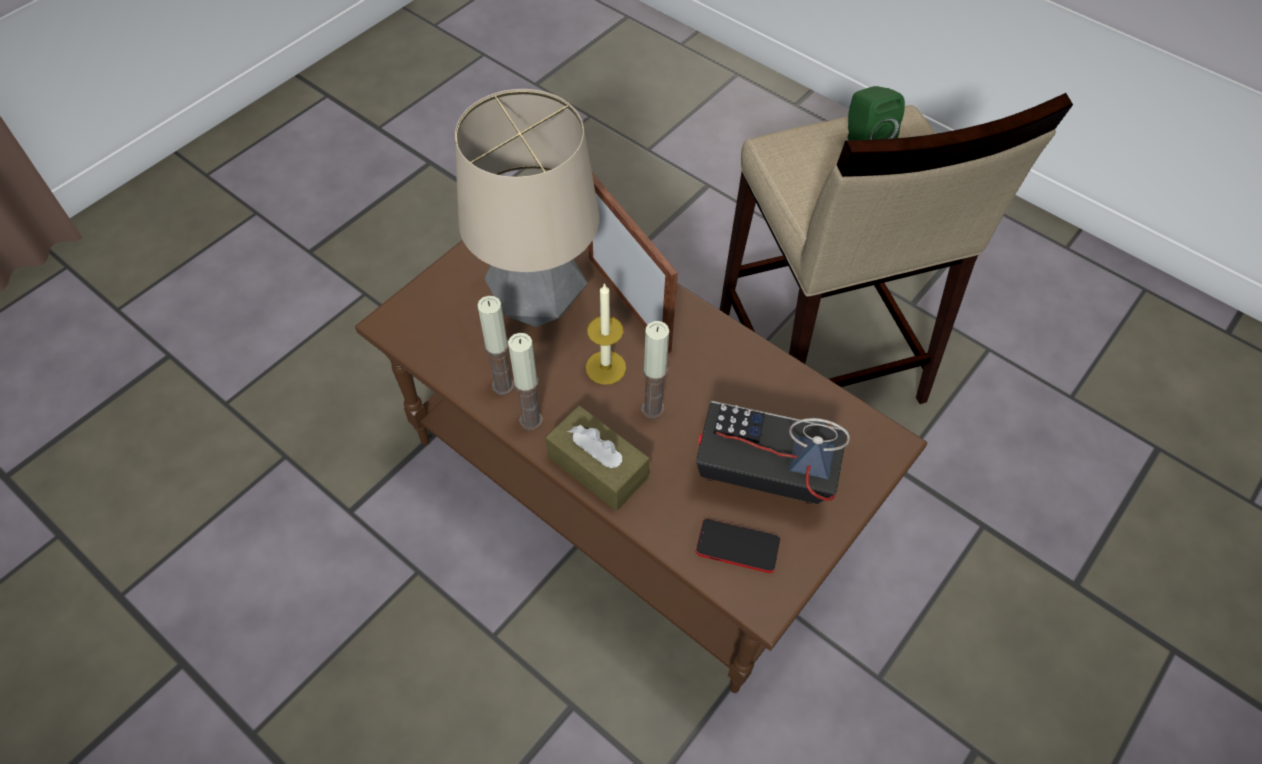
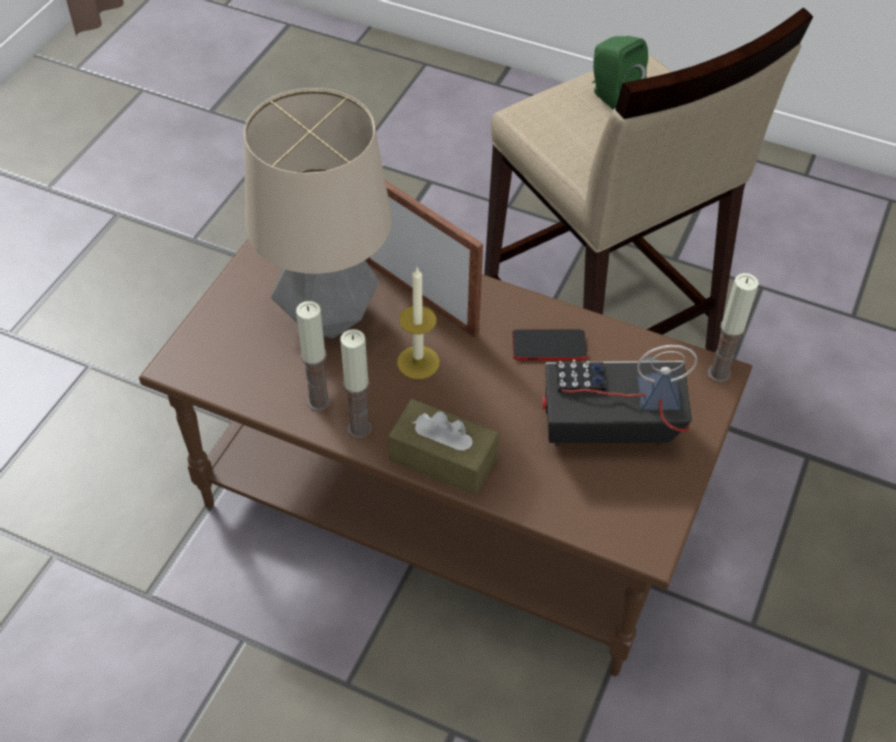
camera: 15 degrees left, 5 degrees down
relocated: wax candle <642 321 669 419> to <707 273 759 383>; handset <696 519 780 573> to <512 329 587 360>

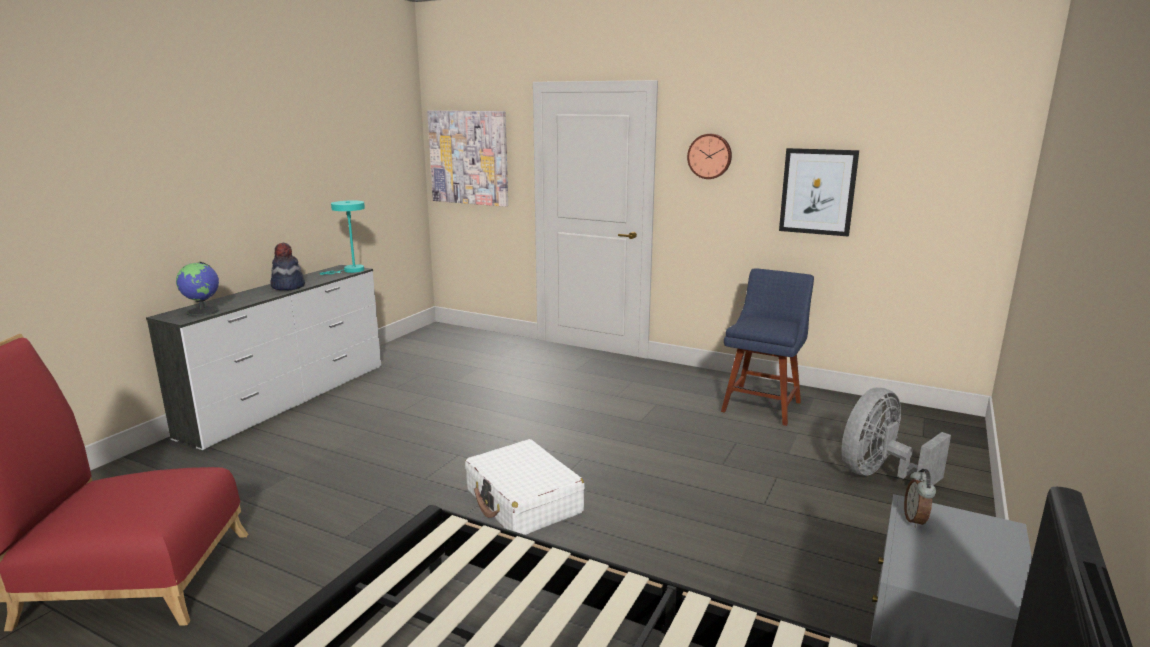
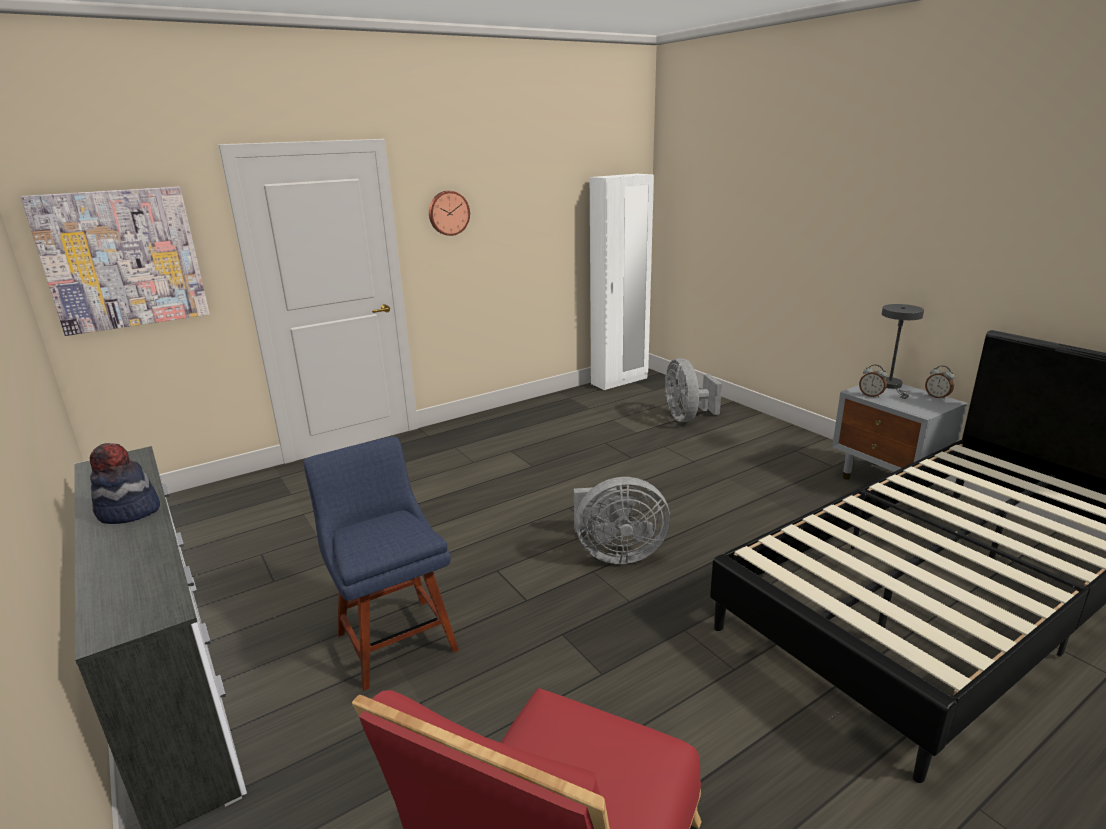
camera: 60 degrees left, 5 degrees up
missing: wall picture <779 148 859 236>; blue-green table lamp <319 200 365 275>; globe <176 262 219 316>
appeared: white-coloured wardrobe <590 174 654 390>; gray table lamp <882 304 924 399>; bedside clock <925 366 955 400>
relocated: blue chair <721 268 814 426> to <303 436 459 691>
exchanged: white-coloured travel case <465 439 585 535> to gray electric fan <574 477 670 564>

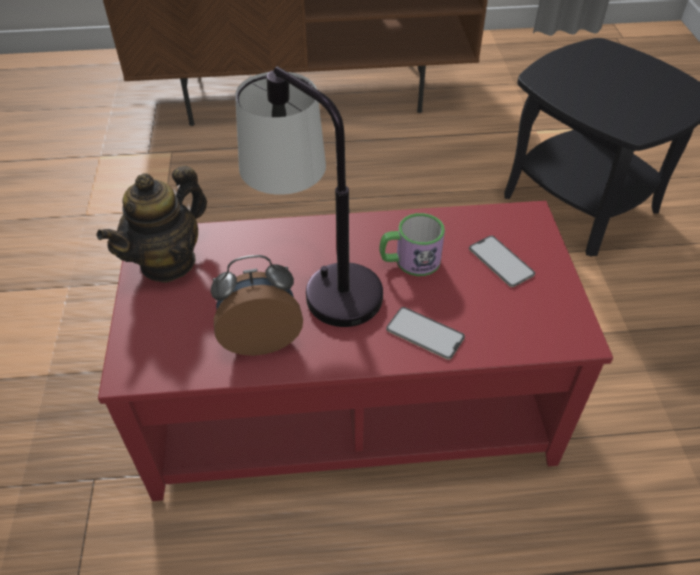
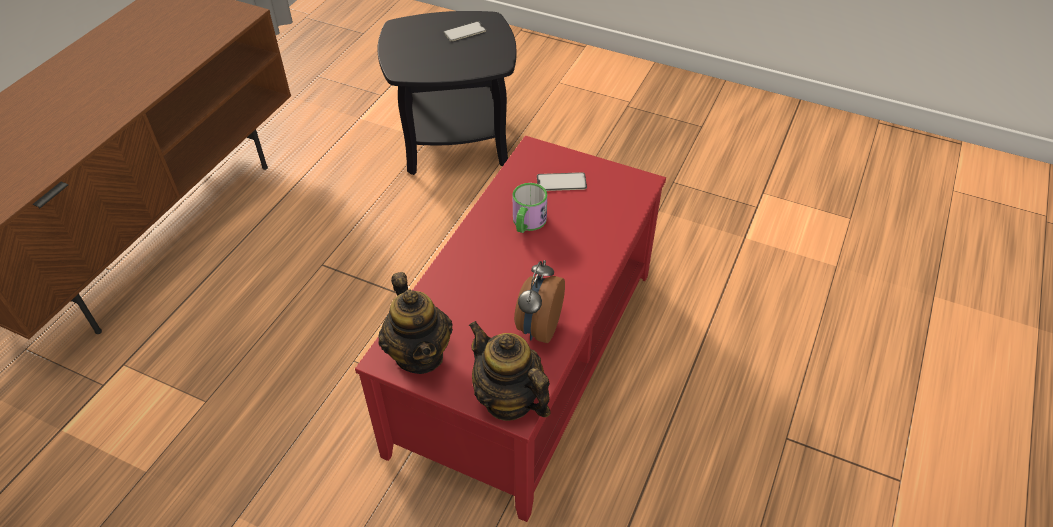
camera: 60 degrees left, 0 degrees up
missing: table lamp <235 66 383 327>
appeared: teapot <468 321 551 421>
relocated: handset <386 307 465 360> to <443 21 486 41>

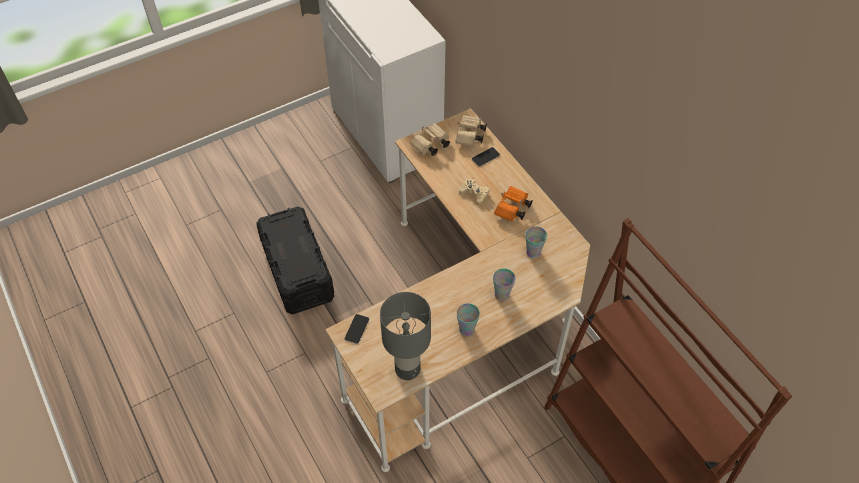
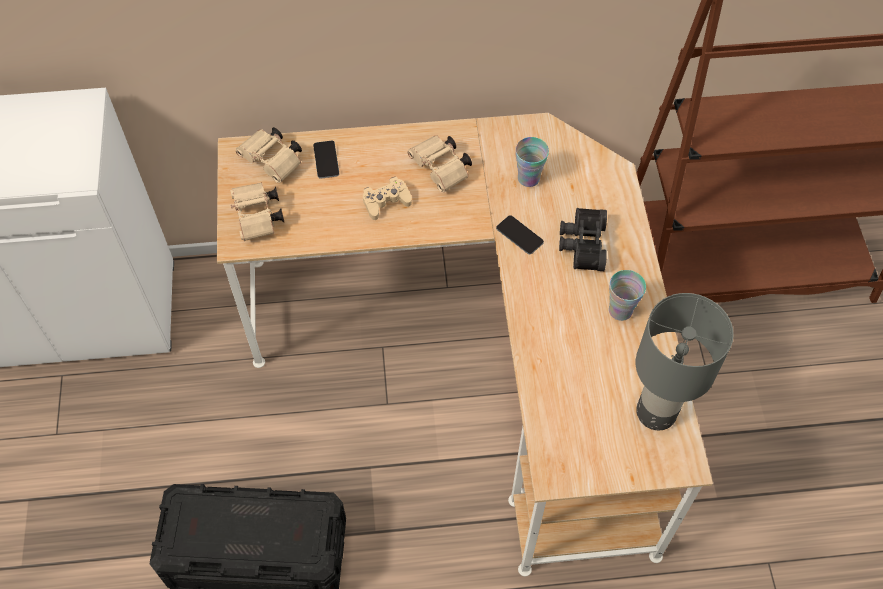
camera: 65 degrees left, 5 degrees up
relocated: handset <345 314 369 344> to <496 215 544 254>
exchanged: small cup <493 268 516 301> to blackish pair of binoculars <559 208 607 271>
colour: orangey pair of binoculars <494 186 533 221> to beige pair of binoculars <407 136 472 193>

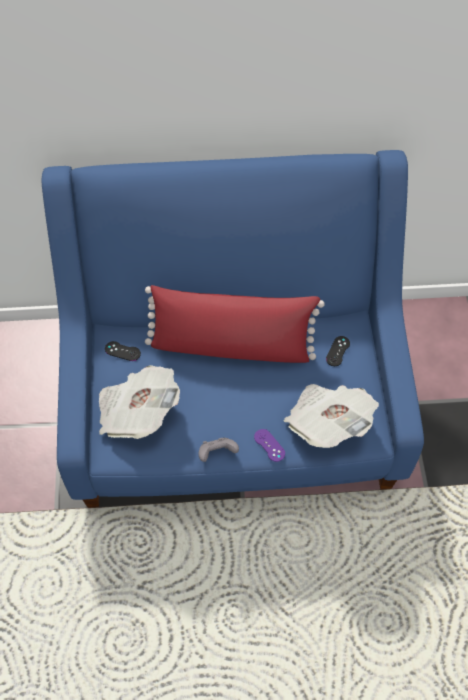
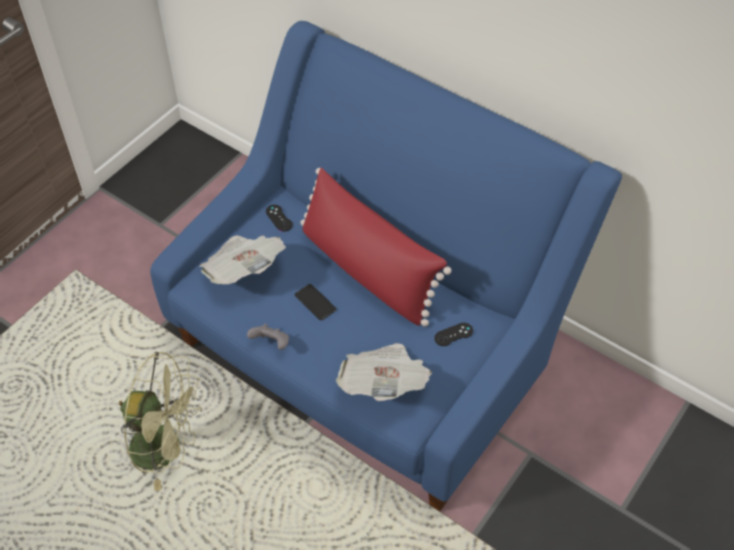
camera: 40 degrees right, 5 degrees down
missing: purple-coloured joypad <254 429 285 462>
appeared: handset <295 284 337 320>; green electric fan <119 352 202 491>

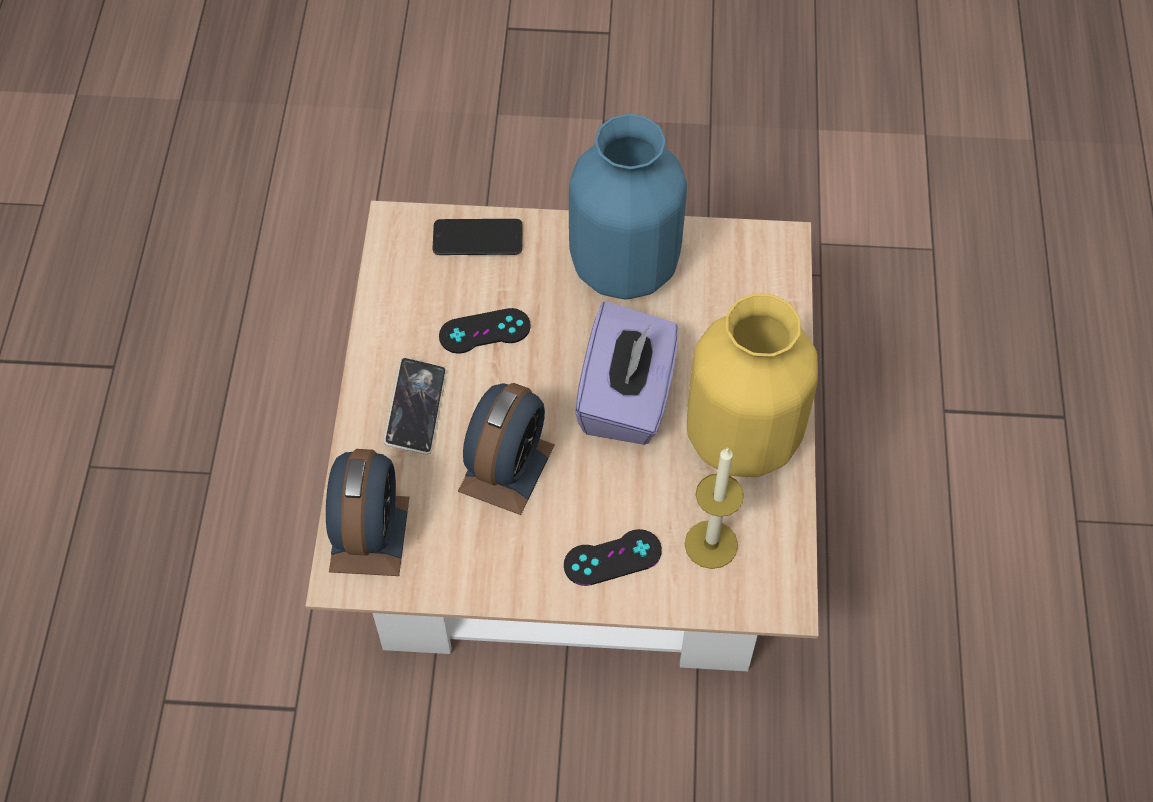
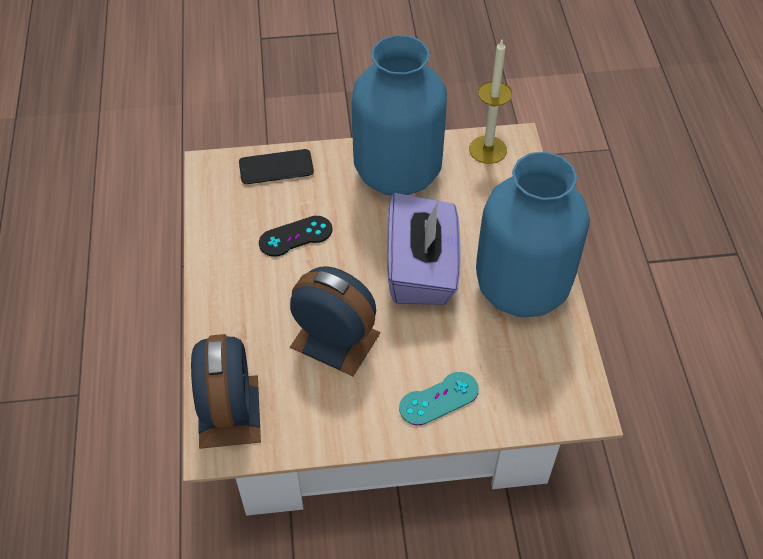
camera: 10 degrees left, 5 degrees down
missing: handset <384 358 446 455>
relocated: wax candle <685 447 744 569> to <469 40 512 164>
colour: yellow-coloured vase <687 293 818 477> to blue vase <476 152 590 317>; blackish joypad <564 529 662 586> to blue-green joypad <399 372 479 426>
spun: bedside clock <458 383 555 515> = <290 266 381 376> 75 degrees counterclockwise

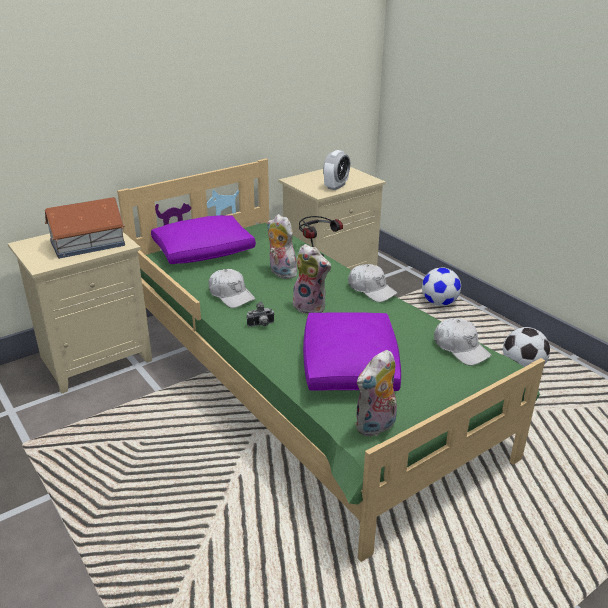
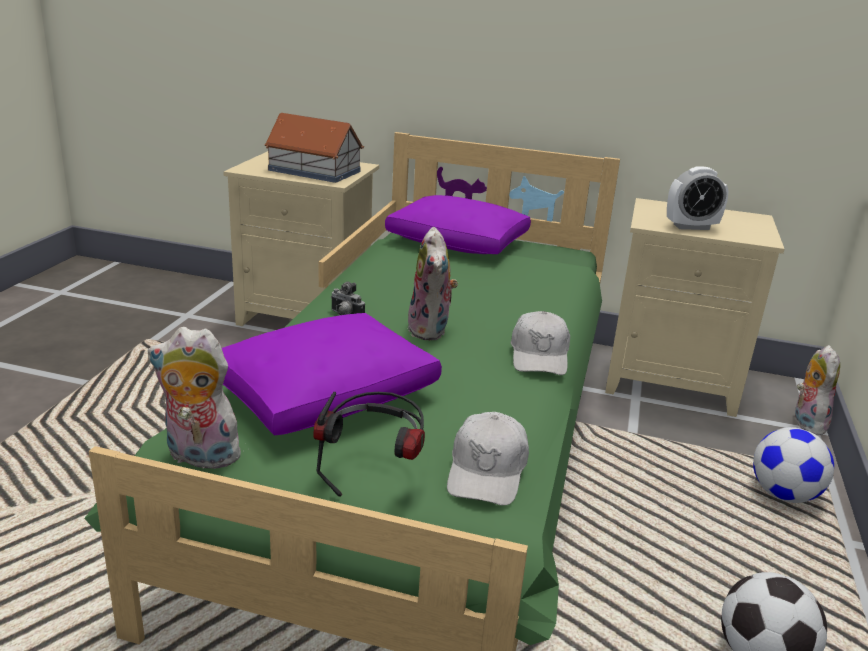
camera: 50 degrees right, 5 degrees down
missing: white-coloured baseball cap <208 269 255 308>
relocated: plush toy <267 214 297 279> to <794 345 840 435>; headset <299 216 343 256> to <314 392 425 497>

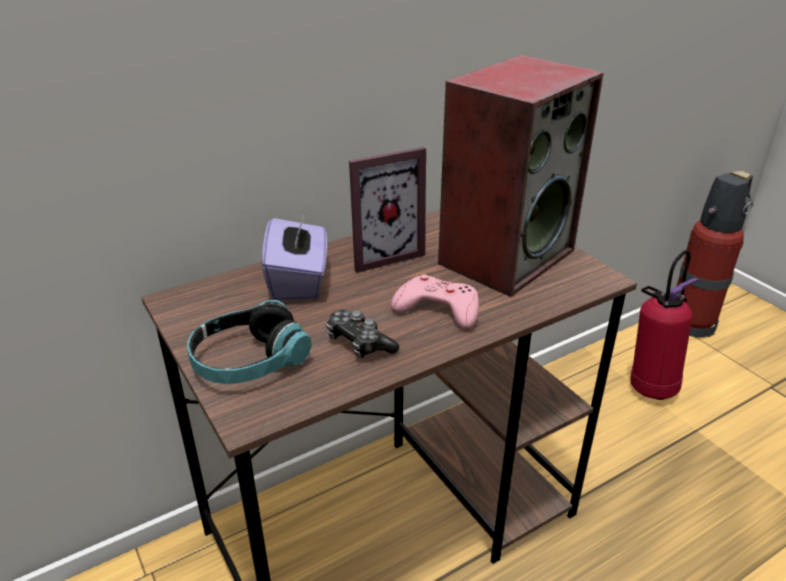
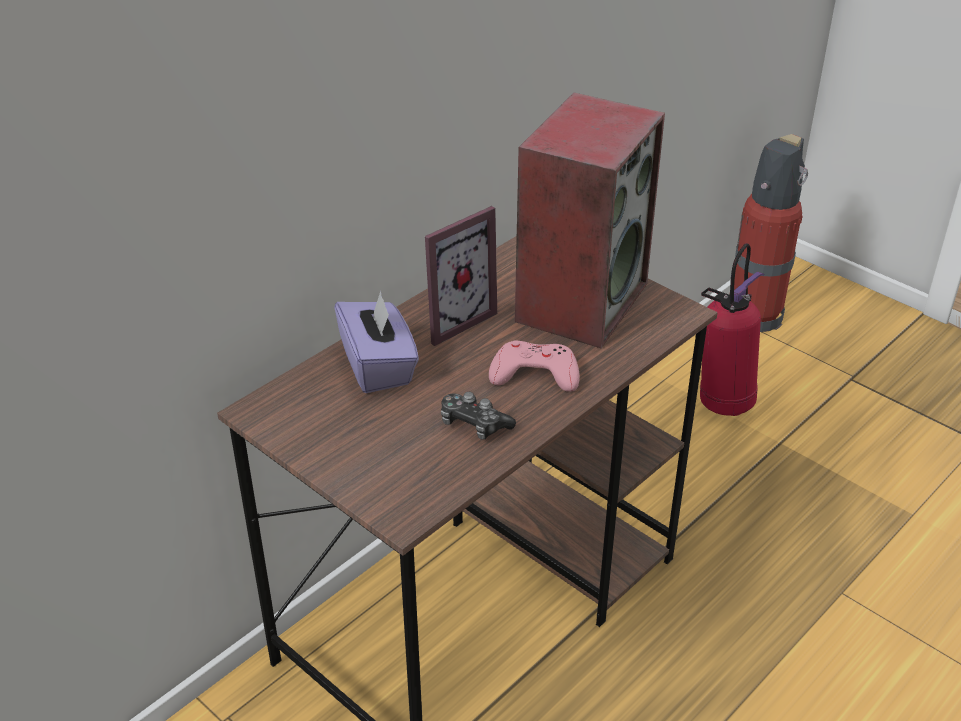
camera: 15 degrees left, 5 degrees up
missing: headset <187 300 312 384>

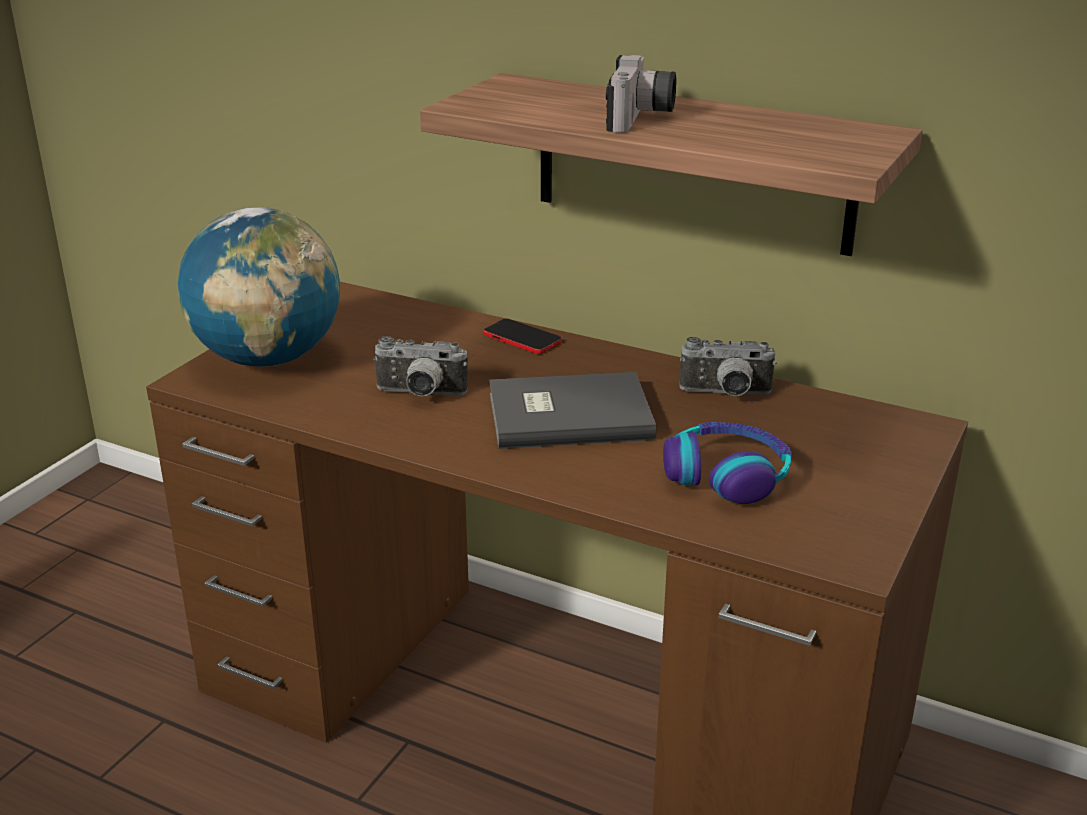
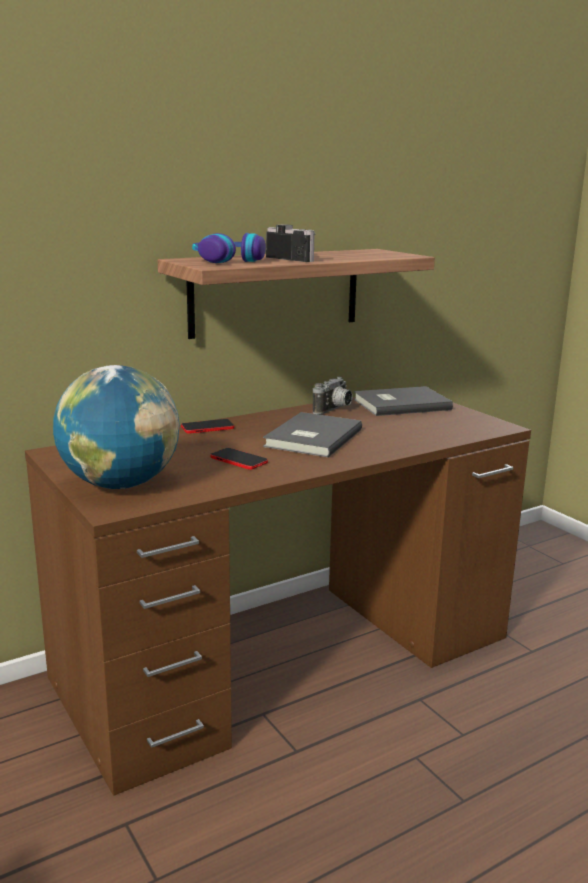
camera: 60 degrees left, 10 degrees down
appeared: gray book <354 386 453 416>
relocated: headset <663 422 792 504> to <192 233 266 263>
exchanged: photo camera <373 336 468 396> to handset <210 448 268 470>

